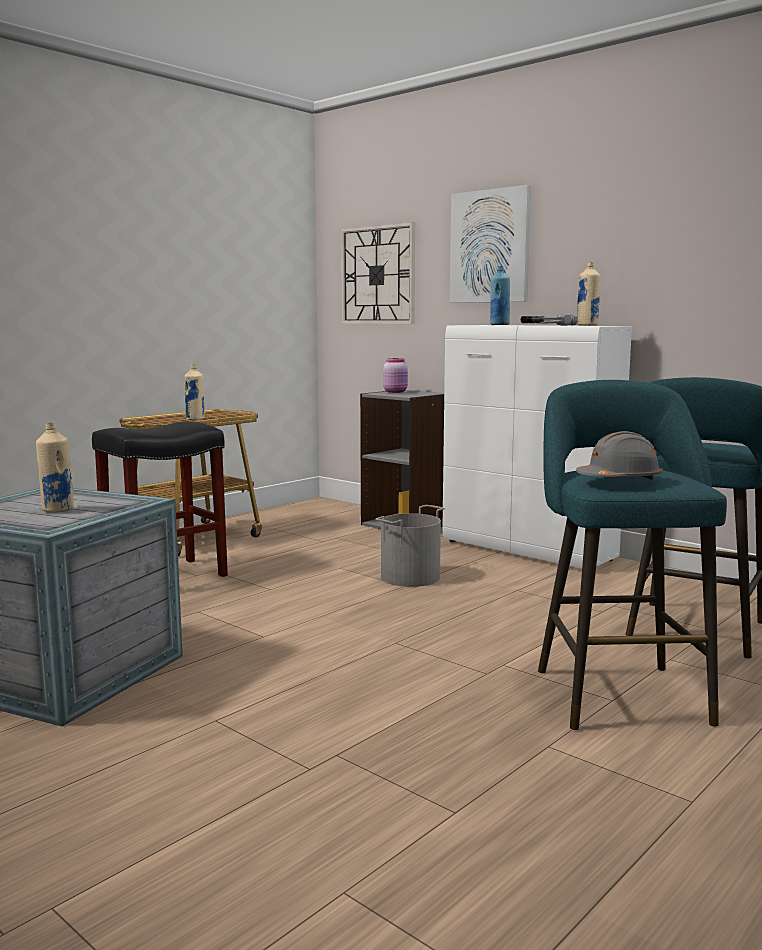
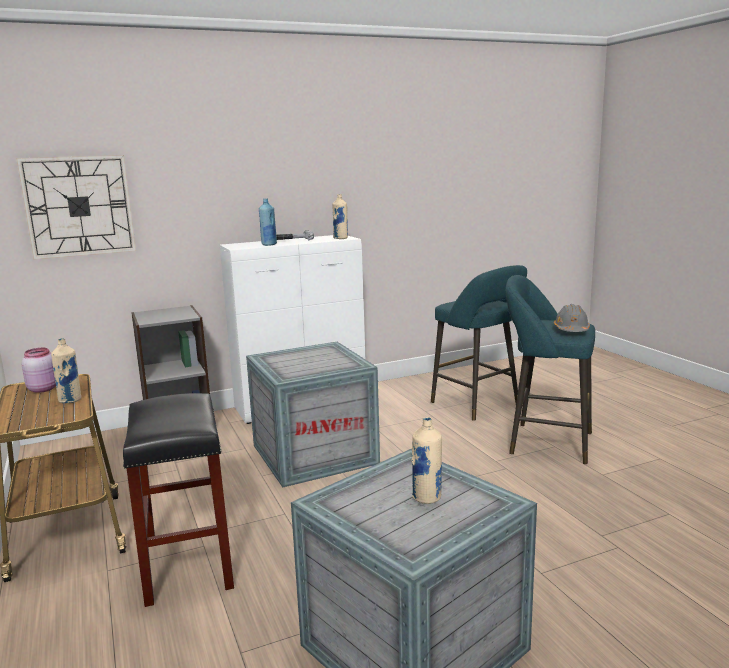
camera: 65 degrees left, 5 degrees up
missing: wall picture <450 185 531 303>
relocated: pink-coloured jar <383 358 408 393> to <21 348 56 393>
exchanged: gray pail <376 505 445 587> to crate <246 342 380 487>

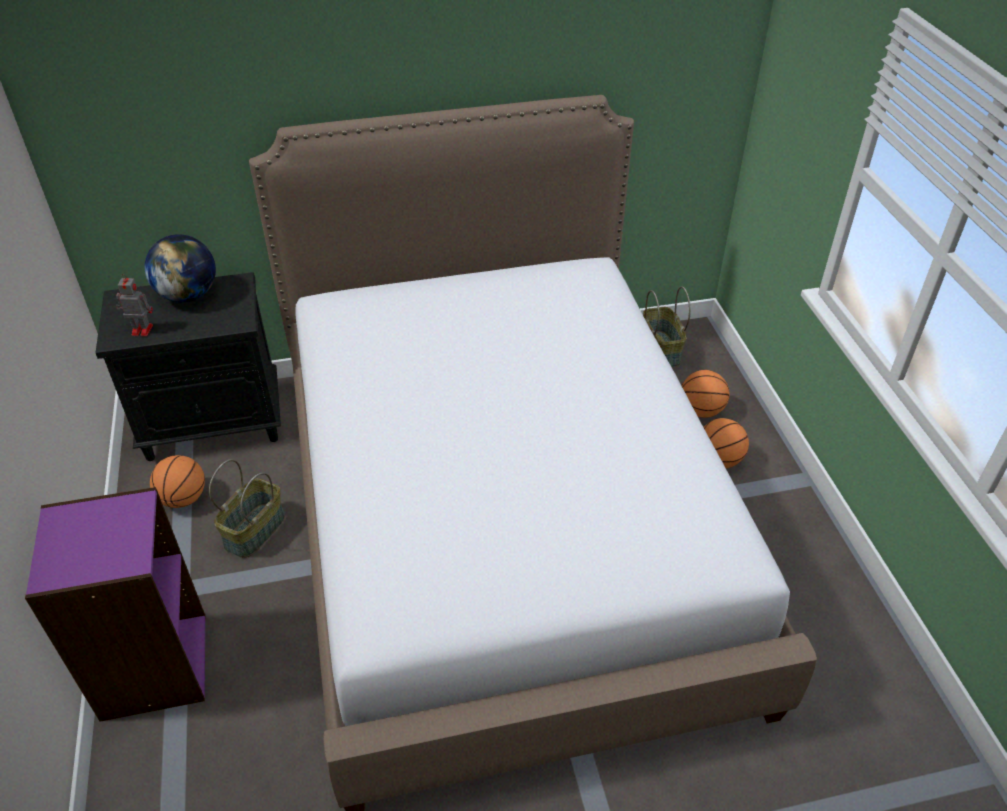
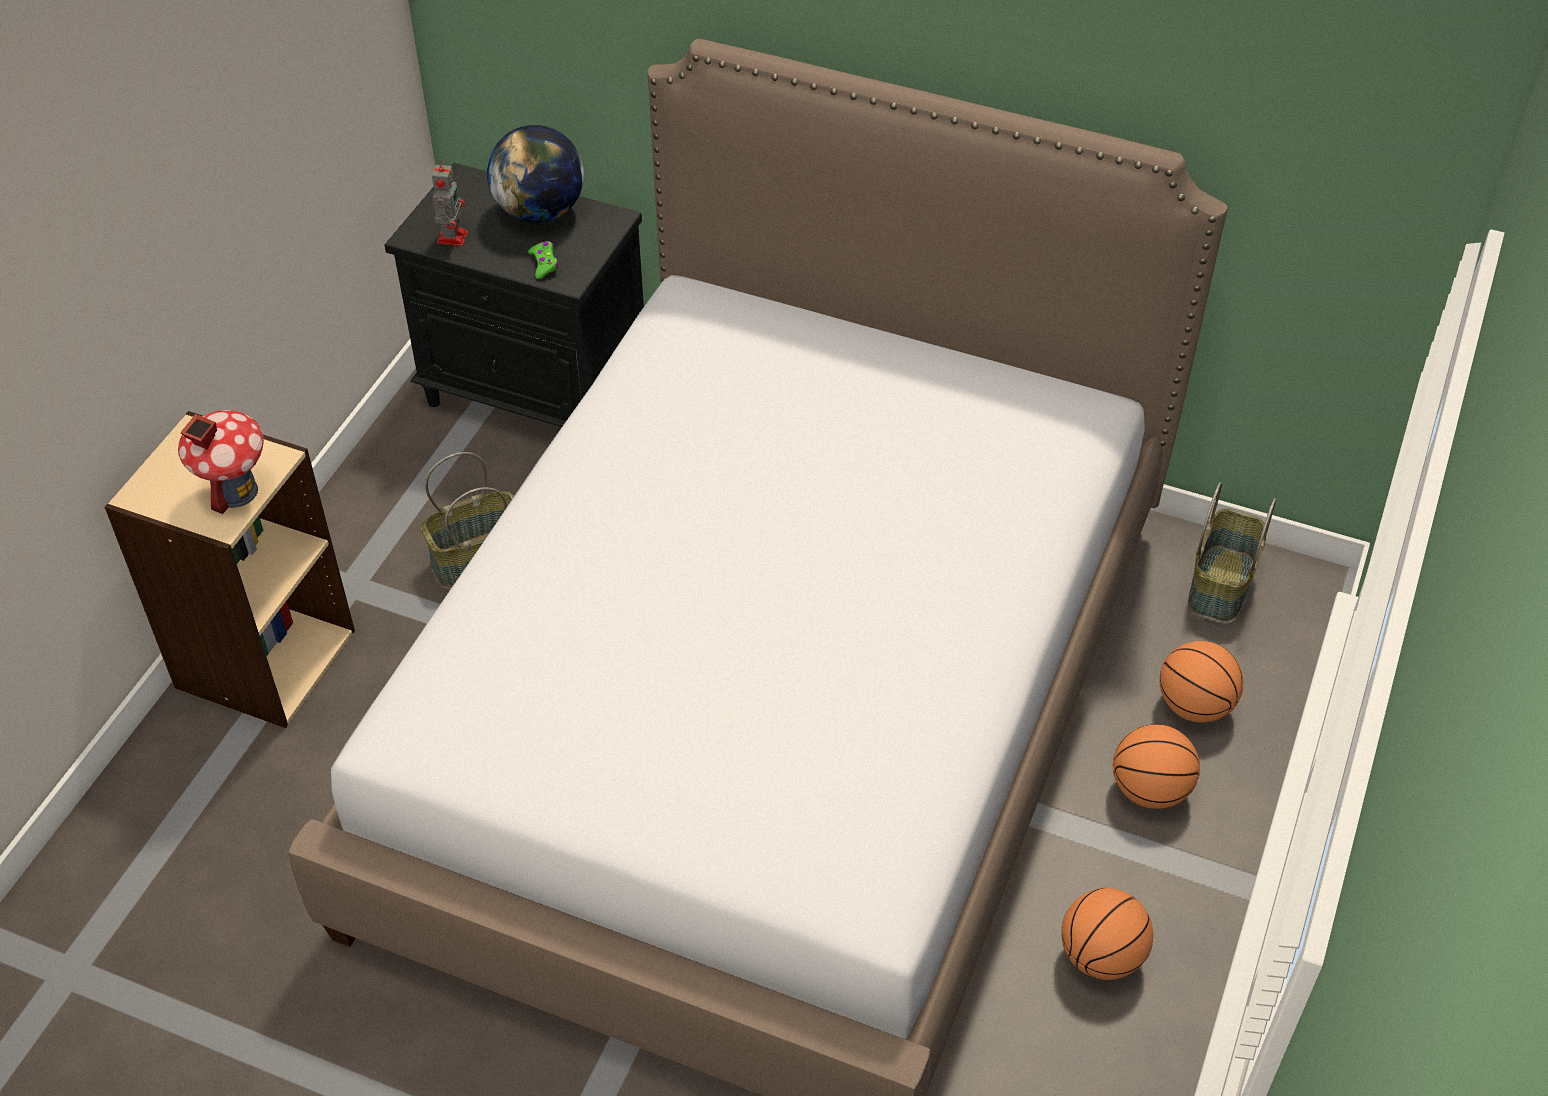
camera: 35 degrees right, 5 degrees up
appeared: green joypad <528 241 558 279>; toy house <178 410 264 514>
relocated: ball for basketball <150 455 205 508> to <1061 888 1153 980>
colour: purple-coloured bookshelf <25 487 205 722> to beige bookshelf <104 411 355 728>
spun: model robot <116 274 153 337> = <432 160 468 246> 60 degrees clockwise

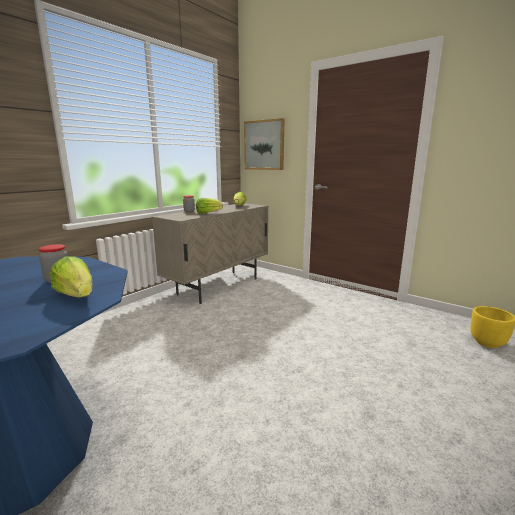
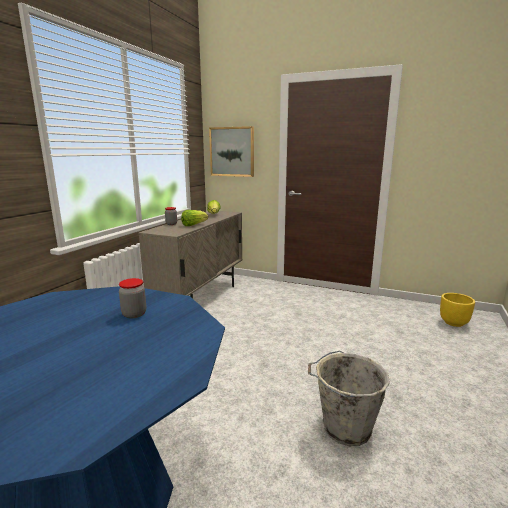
camera: 15 degrees left, 0 degrees up
missing: lettuce head <50 256 93 297>
appeared: gray pail <308 351 390 446>

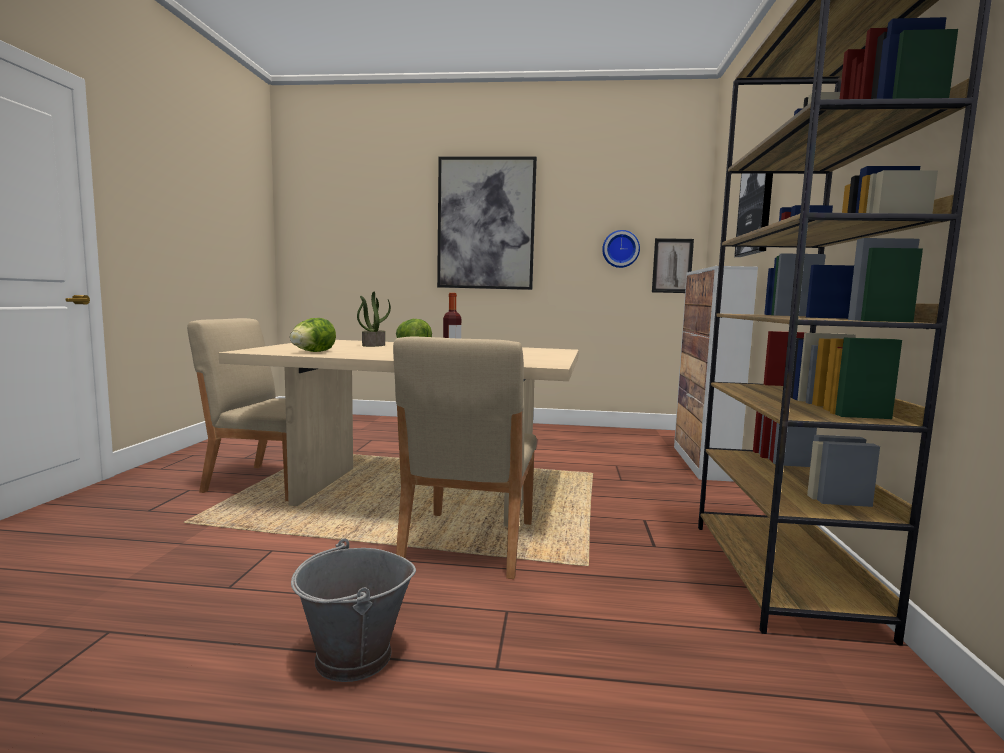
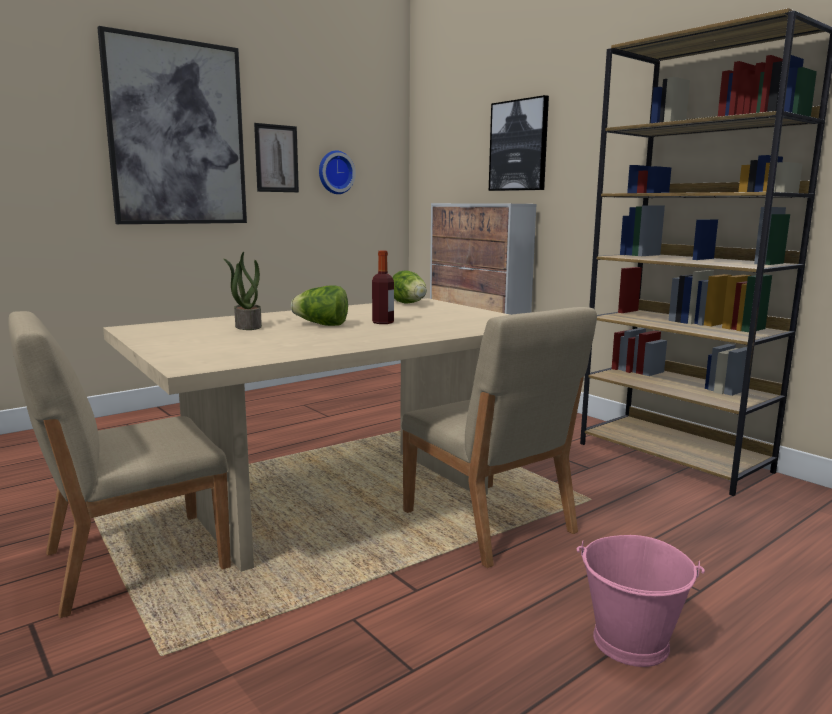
camera: 45 degrees left, 5 degrees up
relocated: wall picture <652 238 694 293> to <254 123 299 192>; lettuce head <290 318 336 352> to <392 270 427 304>
colour: gray pail <291 539 416 682> to pink-coloured pail <577 535 705 667>

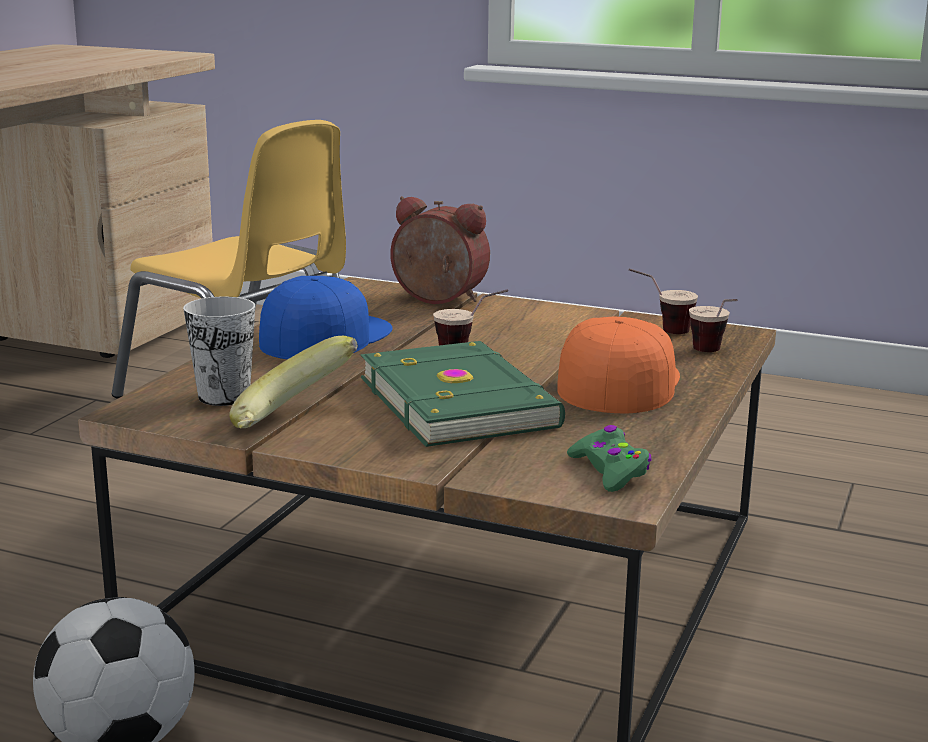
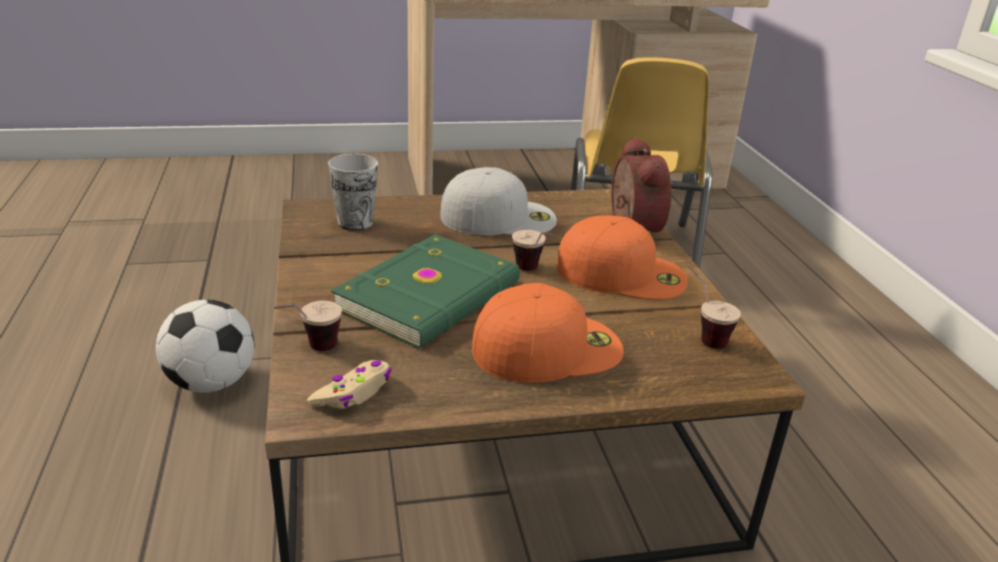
camera: 55 degrees right, 10 degrees up
missing: banana <229 336 358 429>
appeared: orangey baseball cap <557 215 688 300>
relocated: small cup <689 299 738 352> to <274 301 342 351>
colour: blue baseball cap <259 276 393 359> to white-coloured baseball cap <440 167 557 235>; green joypad <567 425 652 492> to beige joypad <307 360 392 409>

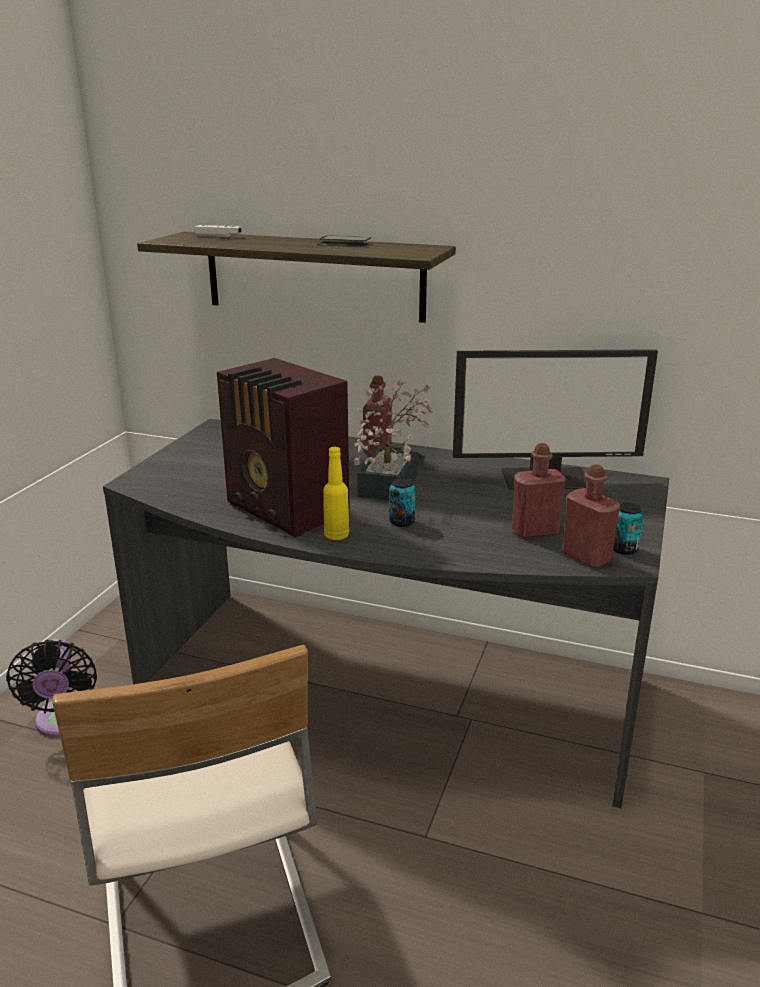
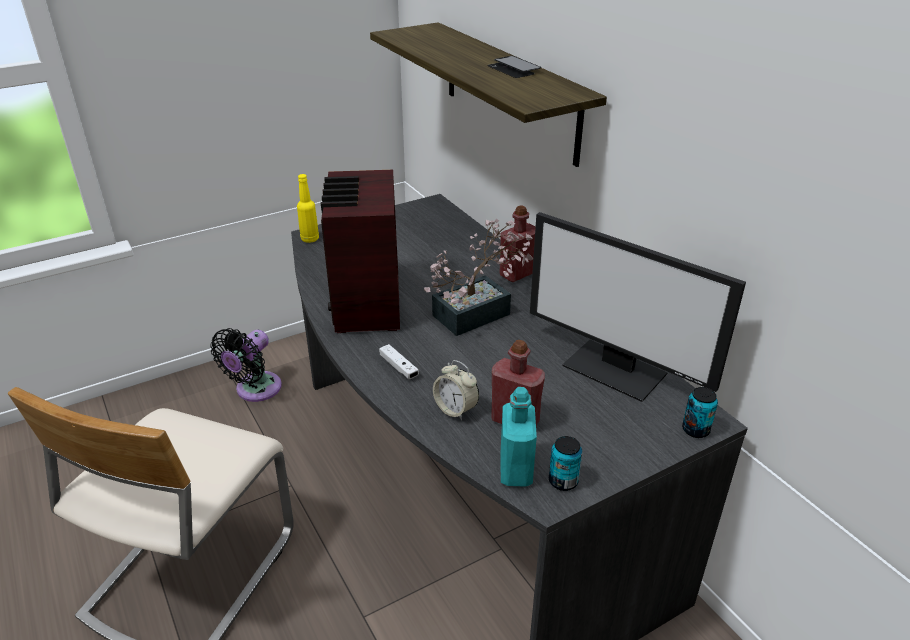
camera: 40 degrees right, 10 degrees up
appeared: bedside clock <433 360 479 421>
relocated: white-coloured joypad <194 225 242 237> to <379 344 419 379>; yellow-coloured drink bottle <323 447 349 540> to <297 174 319 243>; metal can <389 478 415 527> to <682 387 718 438>
colour: red-coloured drink bottle <562 464 620 568> to blue-green drink bottle <501 387 537 487>

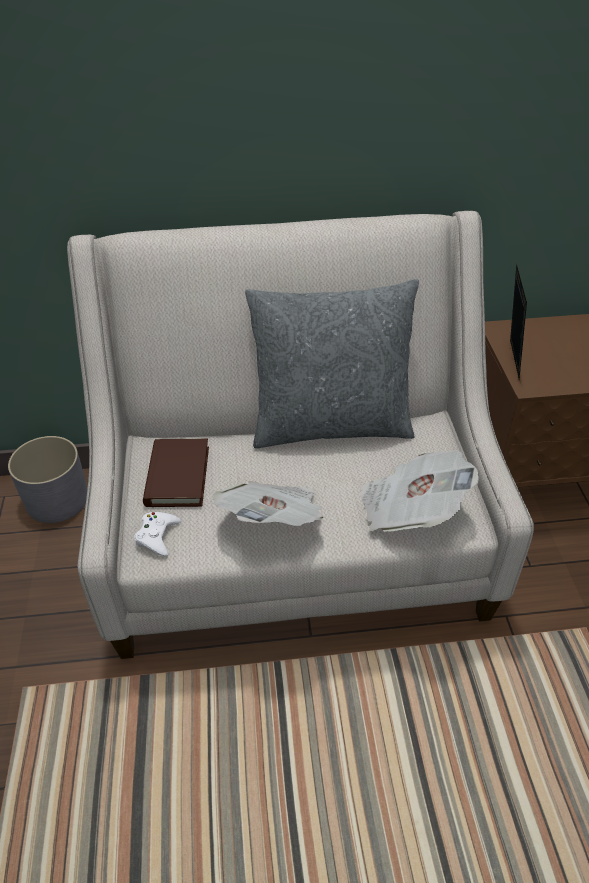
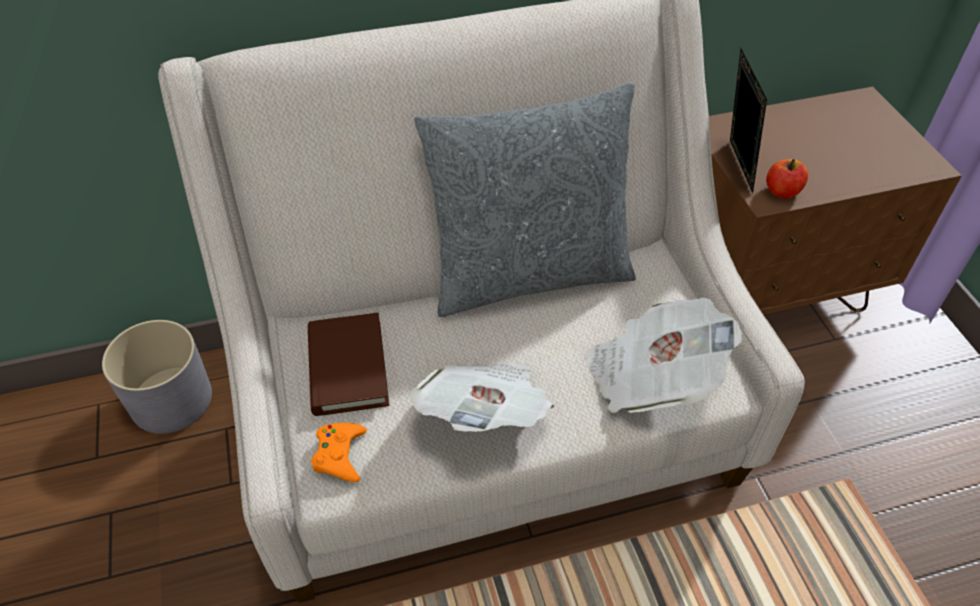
camera: 10 degrees left, 5 degrees up
appeared: whole apple <766 159 808 198>
colour: white-coloured joypad <134 512 181 556> to orangey joypad <311 423 367 482>

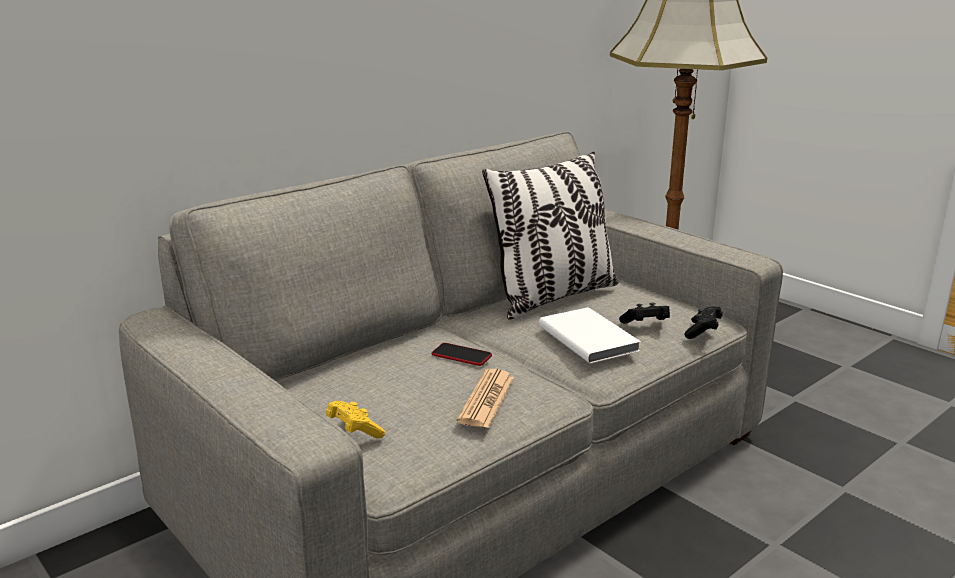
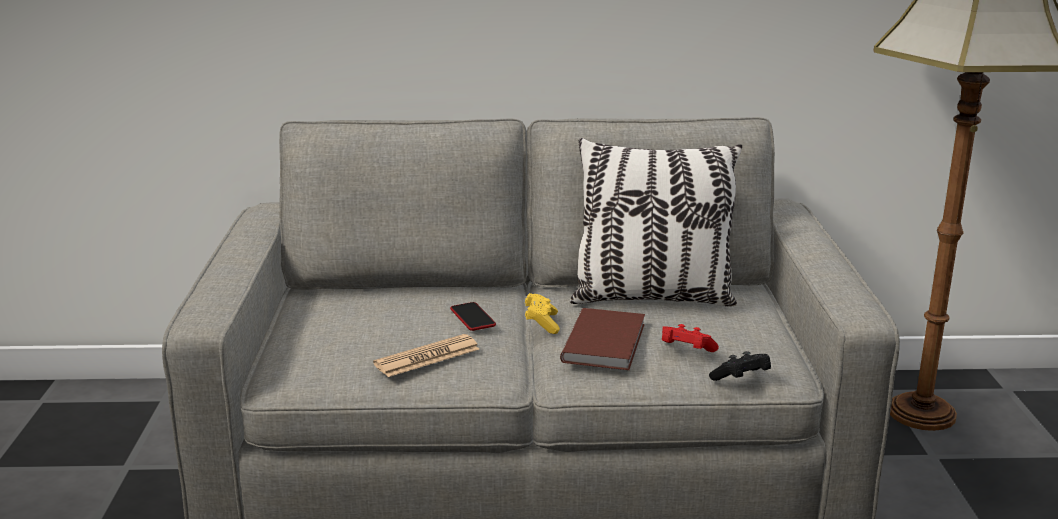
camera: 40 degrees right, 0 degrees up
relocated: yellow-coloured joypad <326 401 385 438> to <525 293 560 334>
colour: blackish joypad <619 302 670 323> to red-coloured joypad <662 324 719 352>; white-coloured book <539 307 641 364> to brown book <560 308 645 370>

